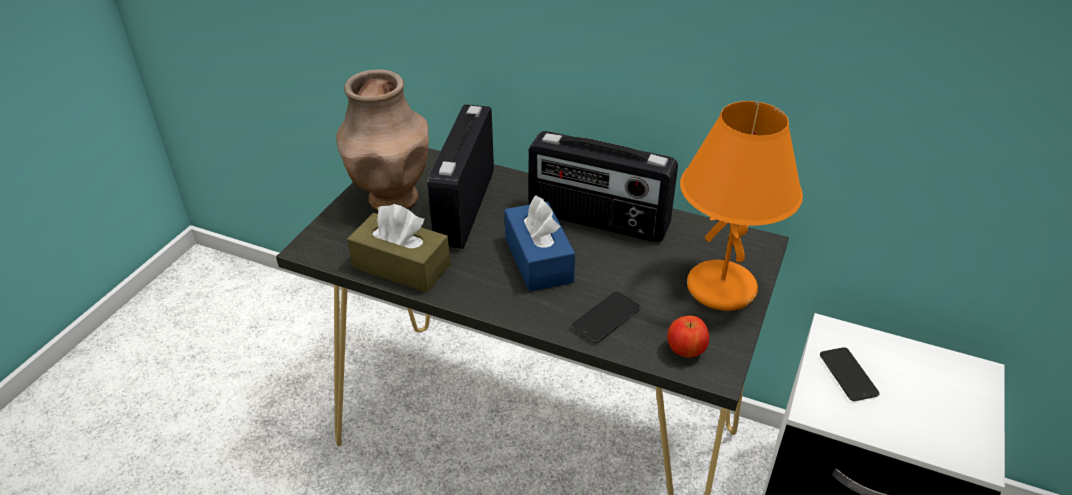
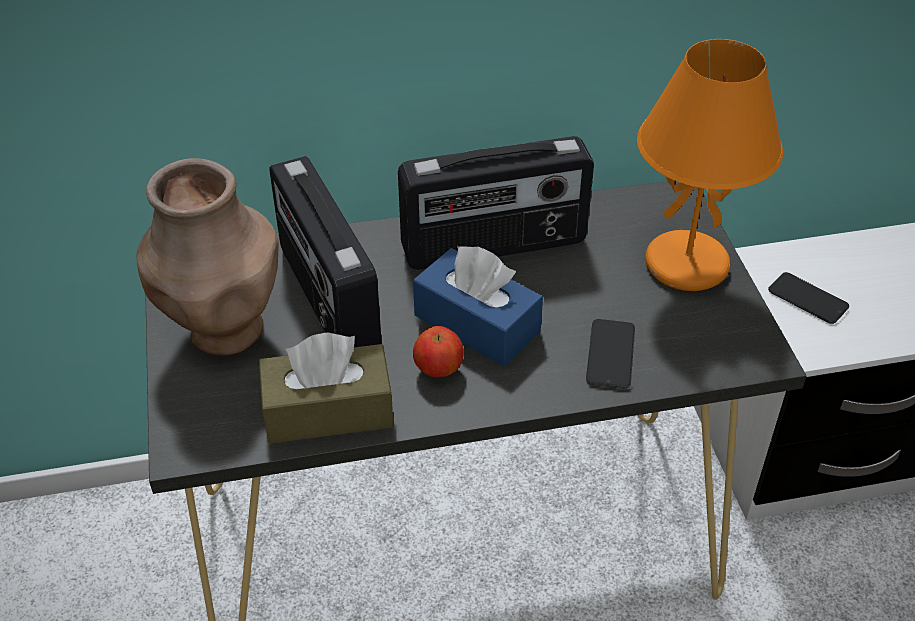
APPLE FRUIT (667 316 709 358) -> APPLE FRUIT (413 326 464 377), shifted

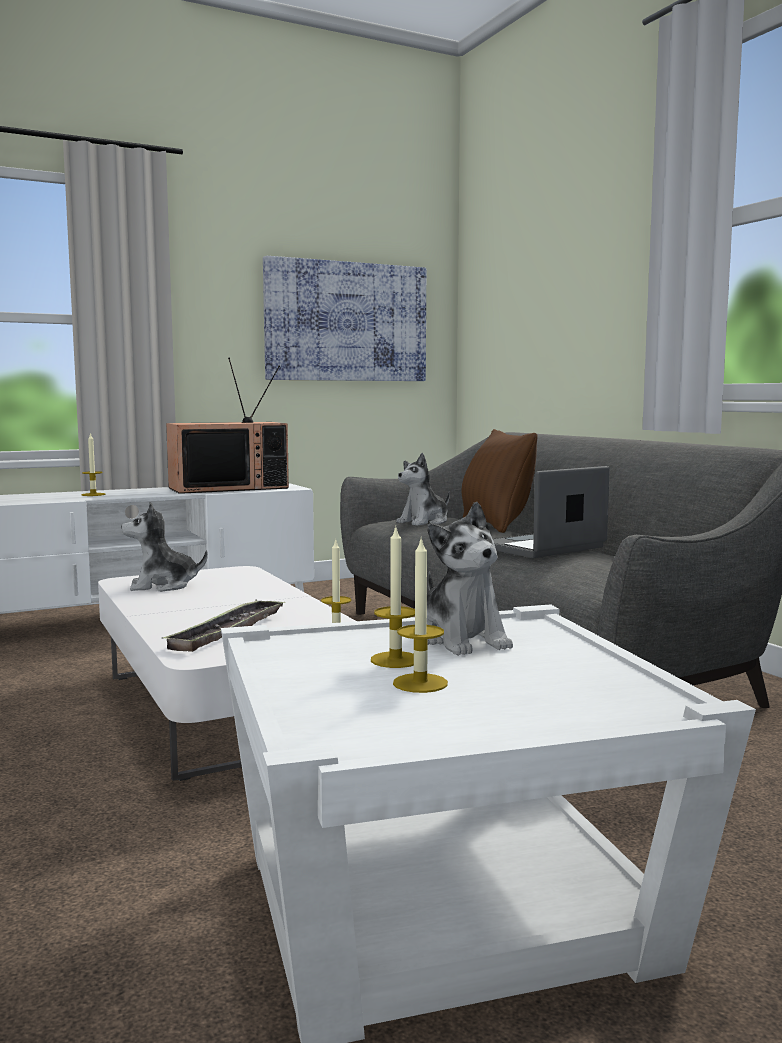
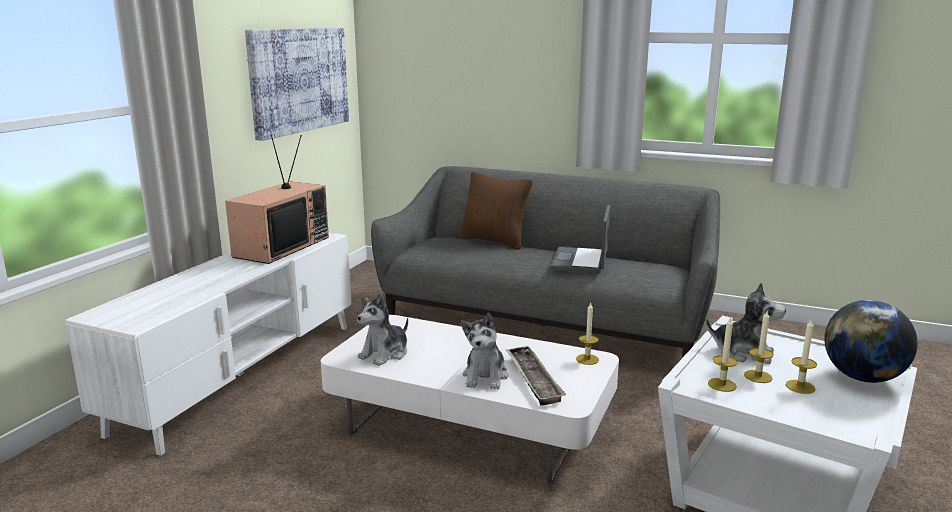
none -> GLOBE (824 300 918 383)
WAX CANDLE (82 433 105 496) -> WAX CANDLE (708 317 738 392), shifted
PLUSH TOY (396 453 450 526) -> PLUSH TOY (461 313 508 389), shifted

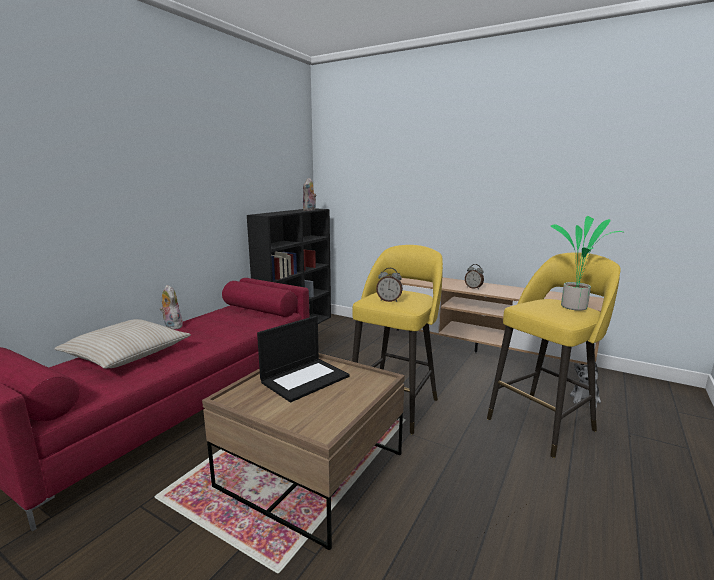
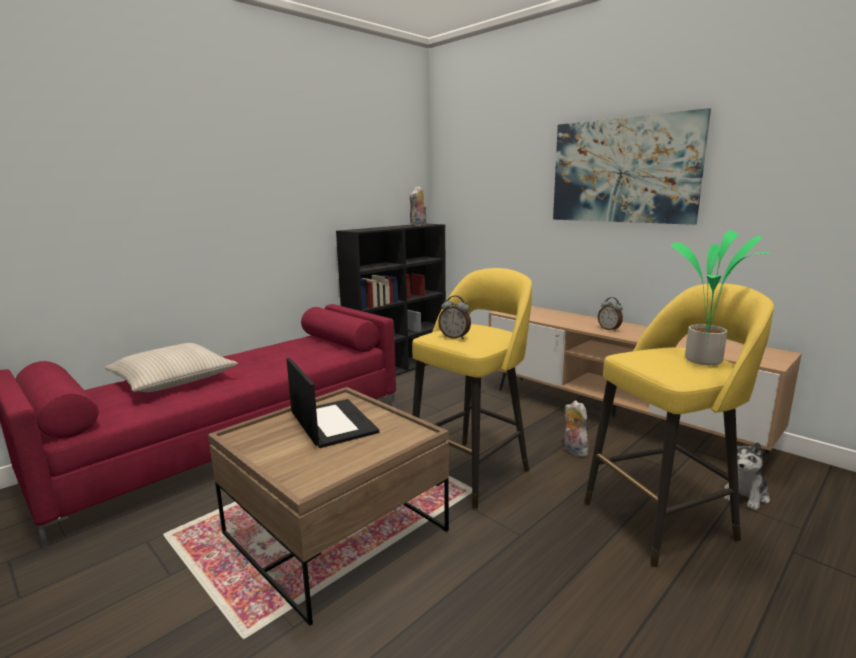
none -> WALL PICTURE (553 108 711 225)
PLUSH TOY (159 285 183 329) -> PLUSH TOY (564 400 589 457), shifted
PORTABLE COMPUTER (257 316 350 402) -> PORTABLE COMPUTER (286 357 379 448), 90 degrees counterclockwise

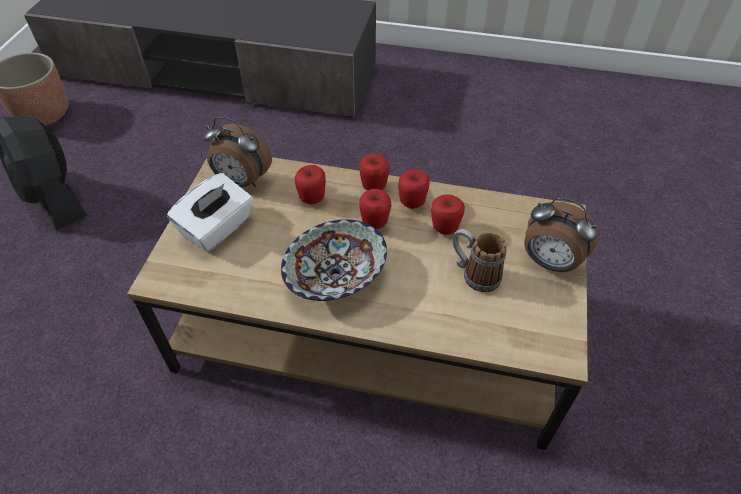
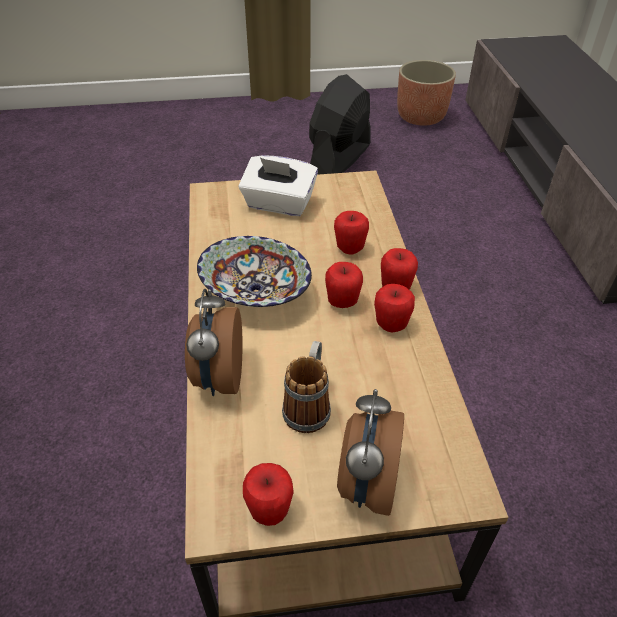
ALARM CLOCK (203 117 272 187) -> ALARM CLOCK (185 289 243 396), shifted
APPLE FRUIT (431 194 465 235) -> APPLE FRUIT (243 463 294 526), shifted

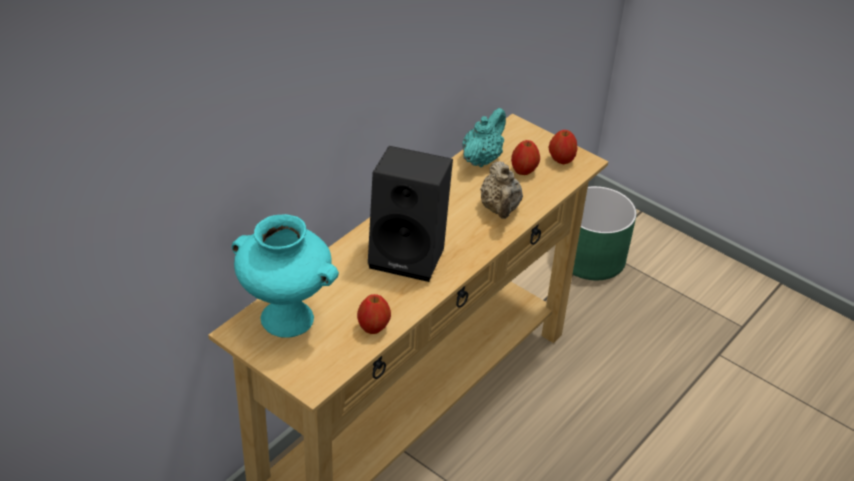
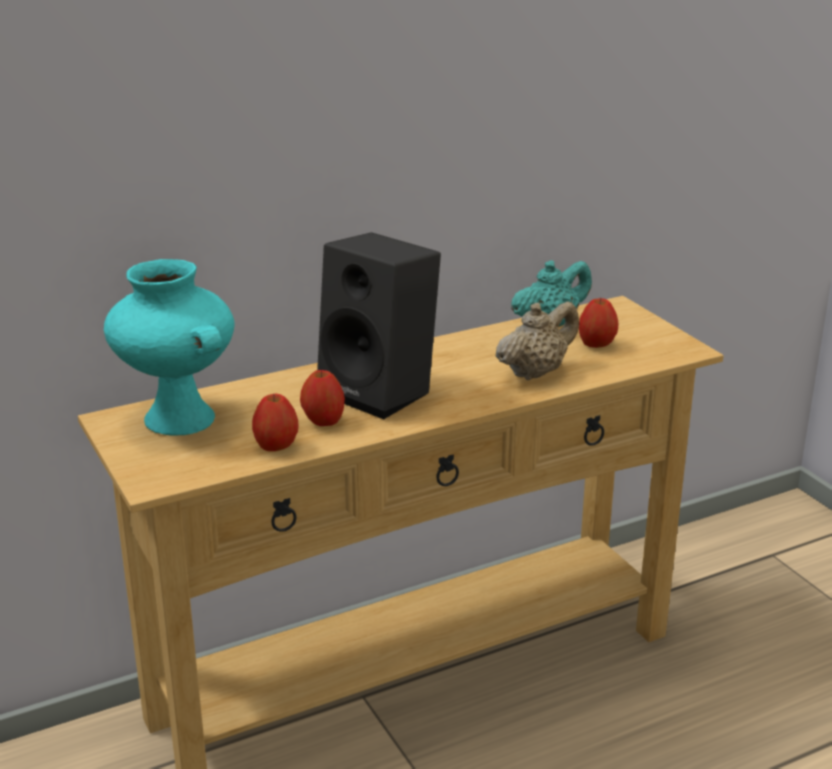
GREEN-COLOURED FLOWER POT (573 186 637 280) -> none
APPLE FRUIT (549 130 577 164) -> APPLE FRUIT (300 370 345 426), shifted
BEIGE-COLOURED TEAPOT (480 161 523 219) -> BEIGE-COLOURED TEAPOT (496 301 579 380), 150 degrees counterclockwise

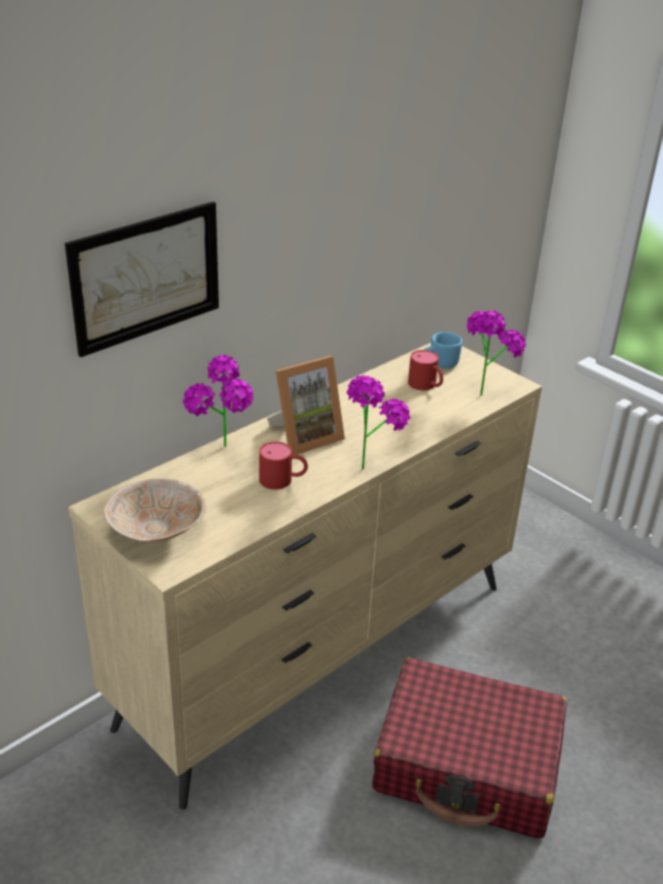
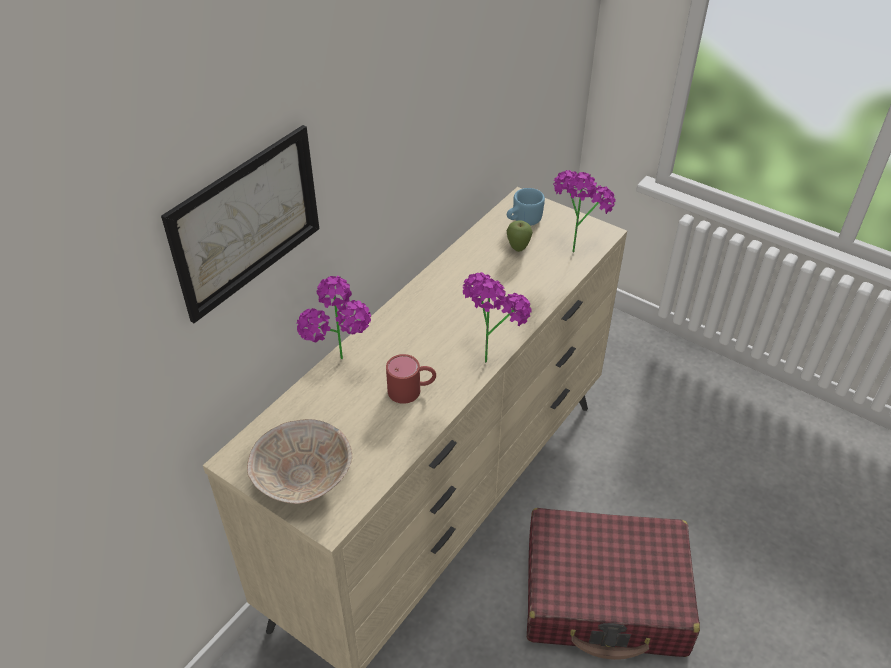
PICTURE FRAME (267 356 345 455) -> none
RED COFFEE MUG (408 350 443 390) -> APPLE FRUIT (507 221 533 252)

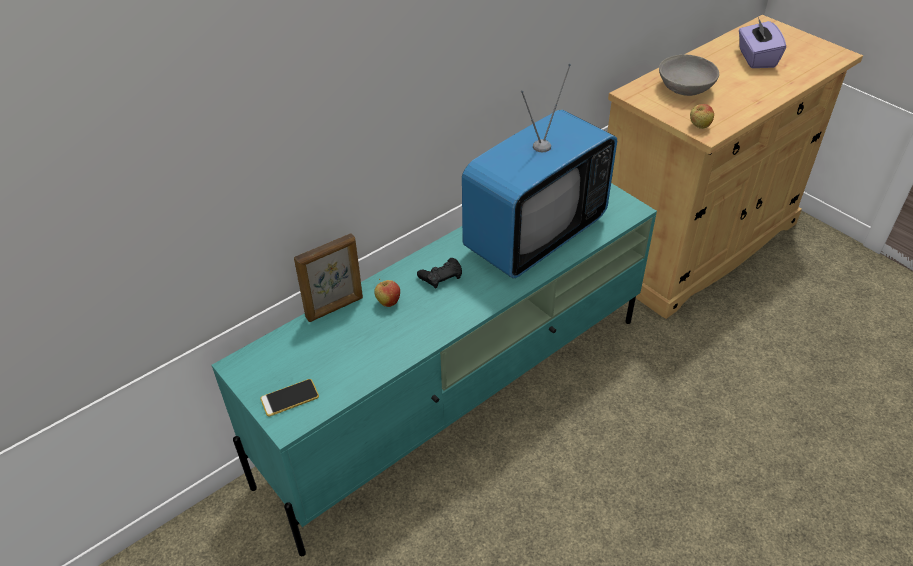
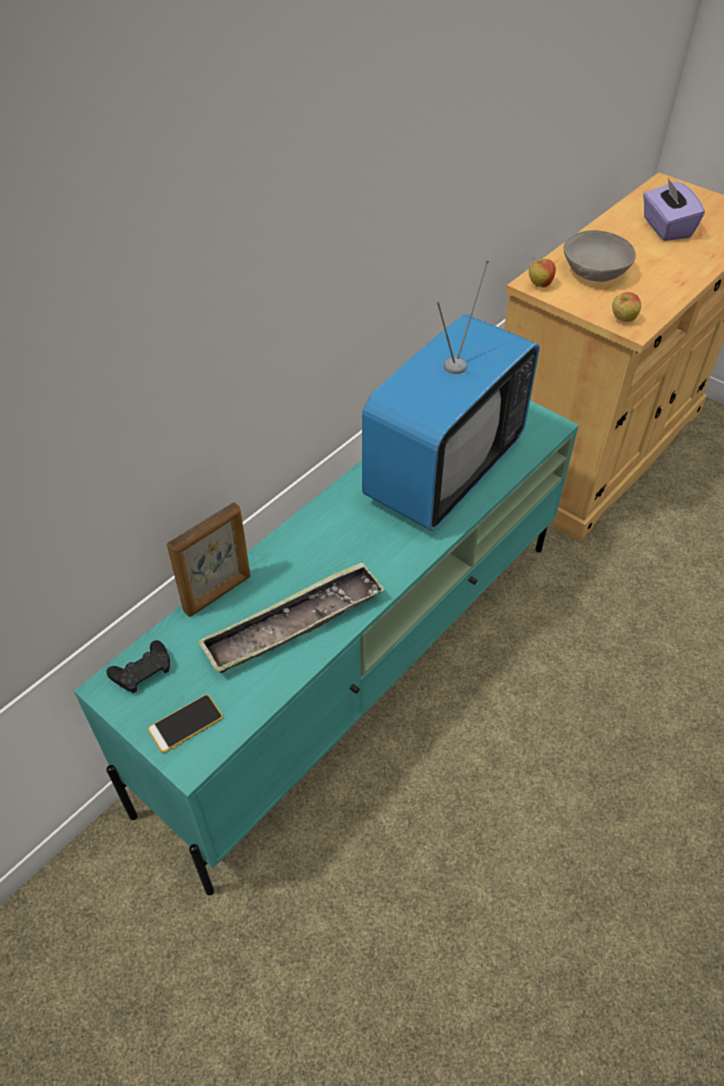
none -> CARRYING TRAY (198 562 385 673)
APPLE FRUIT (374 279 400 307) -> APPLE FRUIT (529 258 556 288), shifted
BLACK GAMEPAD (417 258 462 289) -> BLACK GAMEPAD (106 640 170 693), shifted

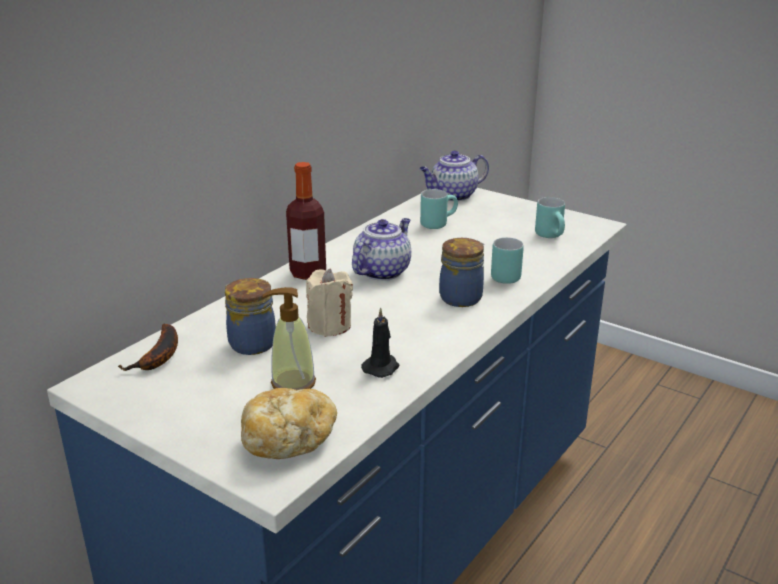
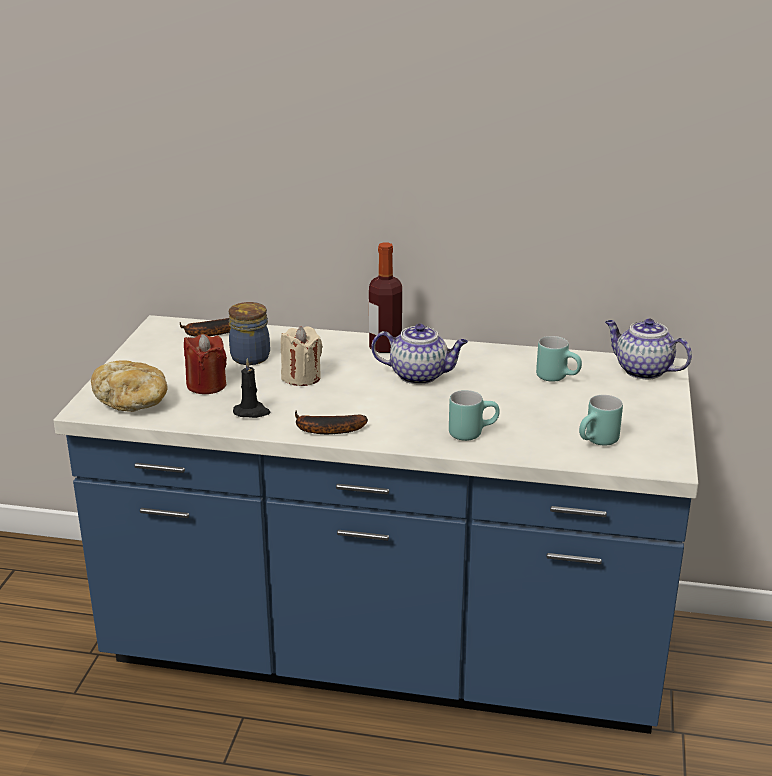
PRESERVE JAR (439 238 484 307) -> none
none -> WHOLE BANANA (295 411 368 434)
LIQUID SOAP BOTTLE (263 287 316 390) -> RED WAX CANDLE (184 334 227 394)

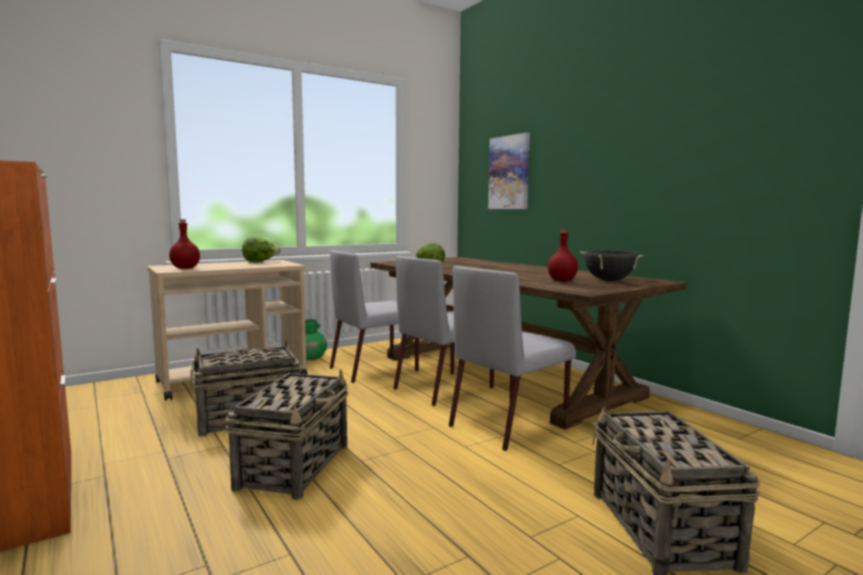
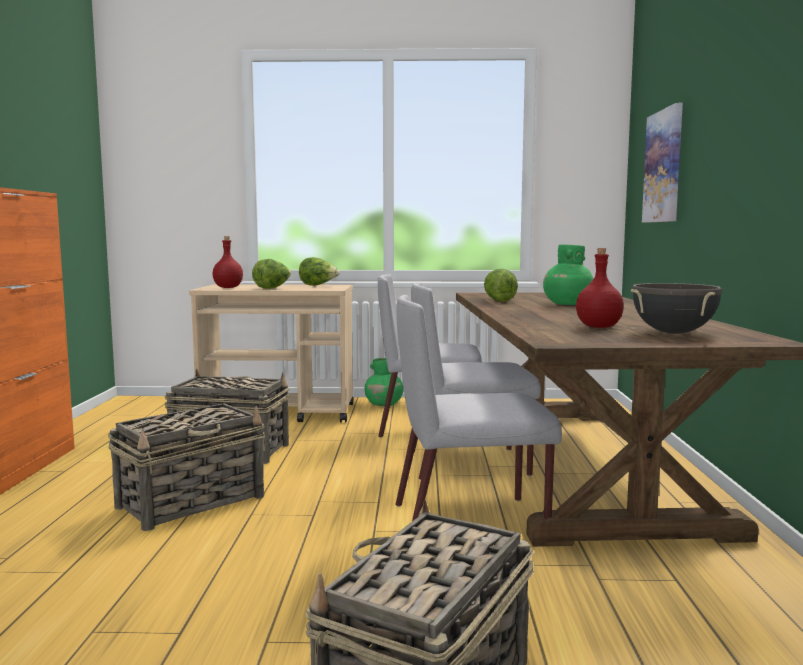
none -> HEAD OF LETTUCE (252 259 291 289)
none -> GREEN-COLOURED VASE (543 244 593 305)

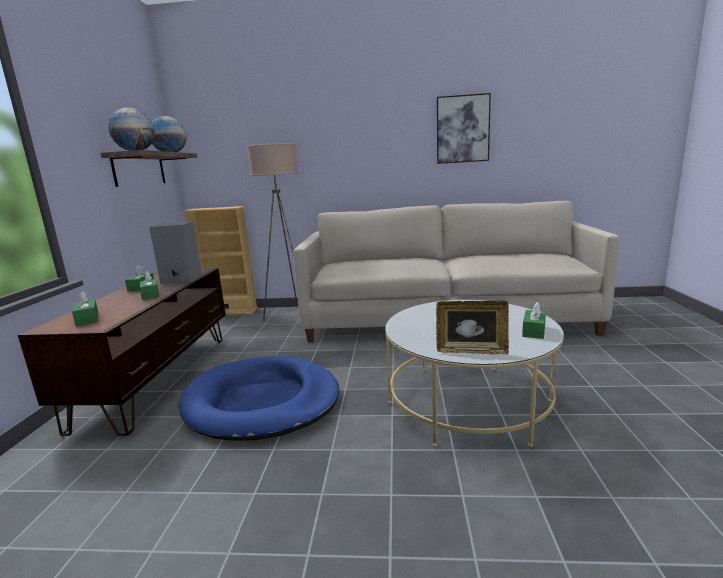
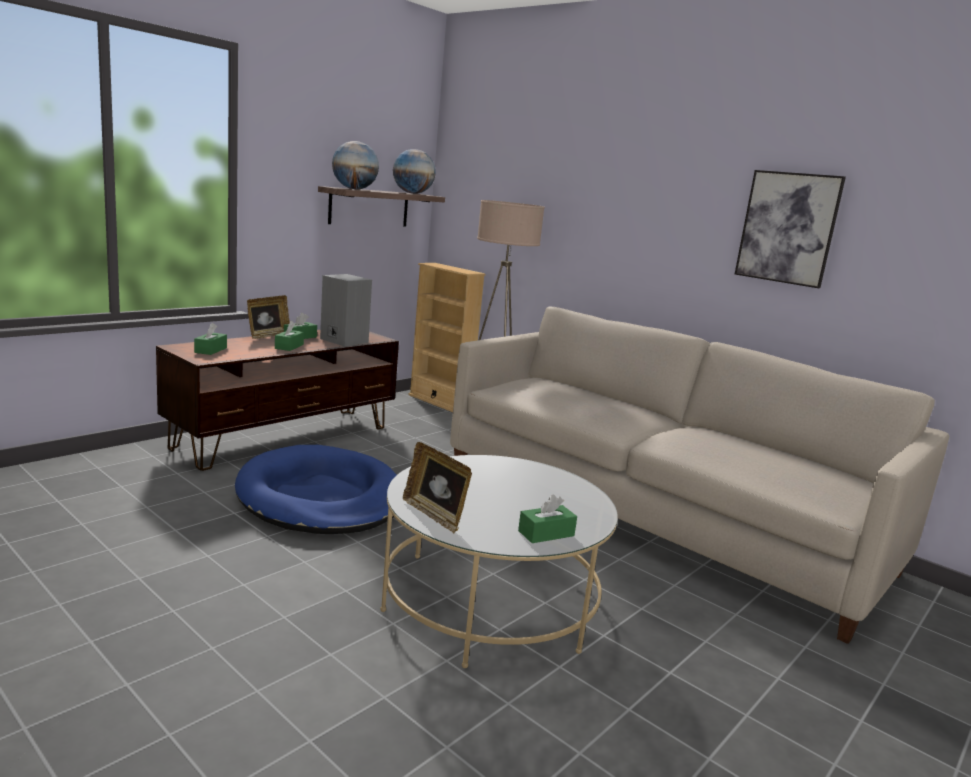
none -> PICTURE FRAME (247 295 290 339)

